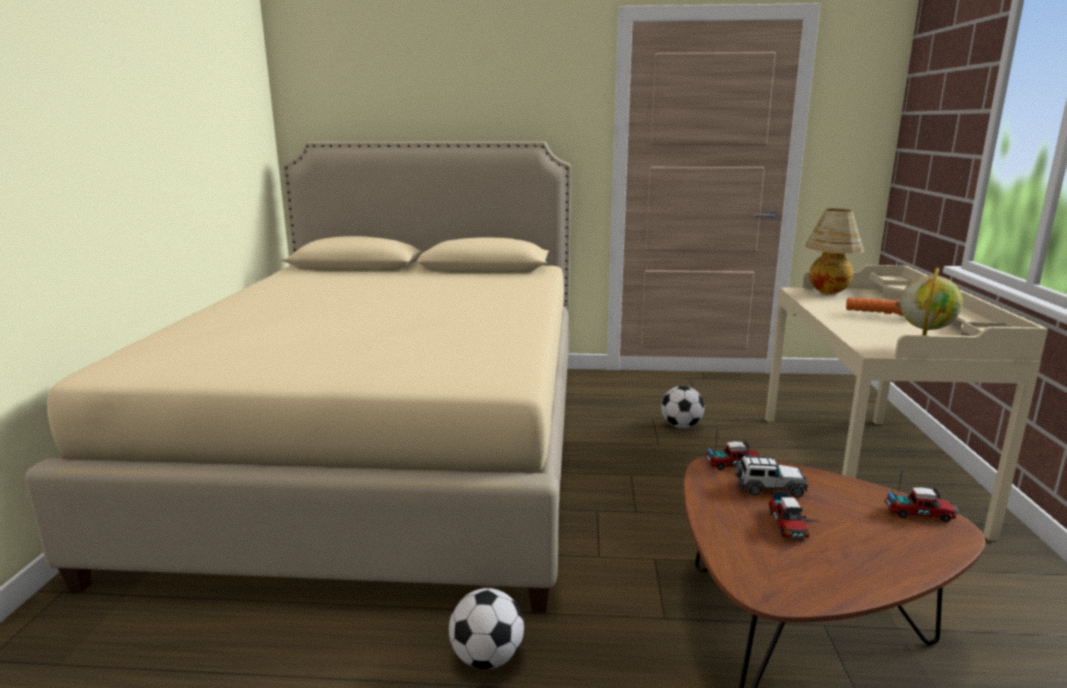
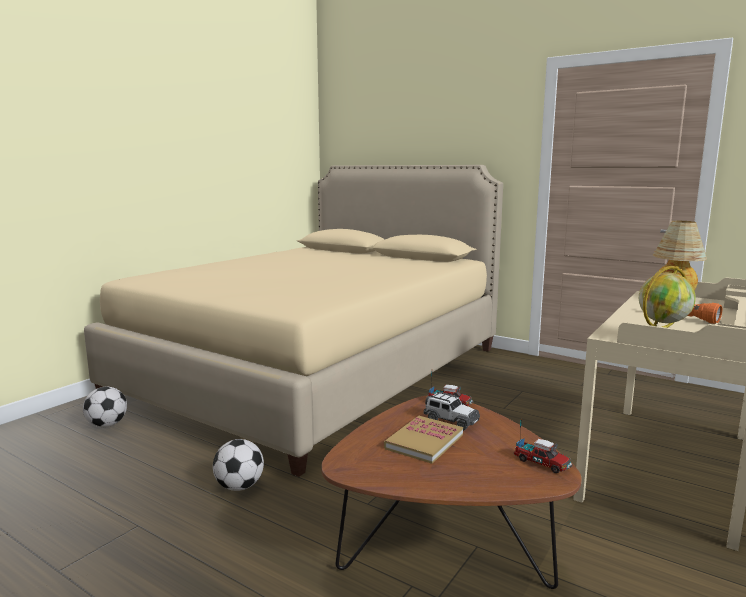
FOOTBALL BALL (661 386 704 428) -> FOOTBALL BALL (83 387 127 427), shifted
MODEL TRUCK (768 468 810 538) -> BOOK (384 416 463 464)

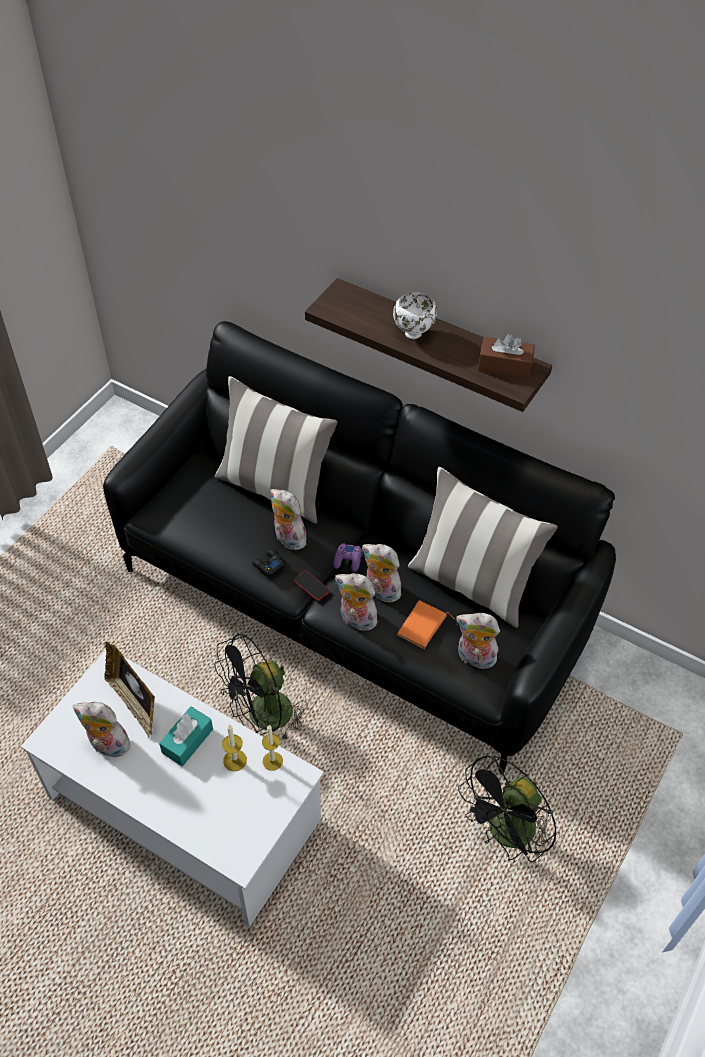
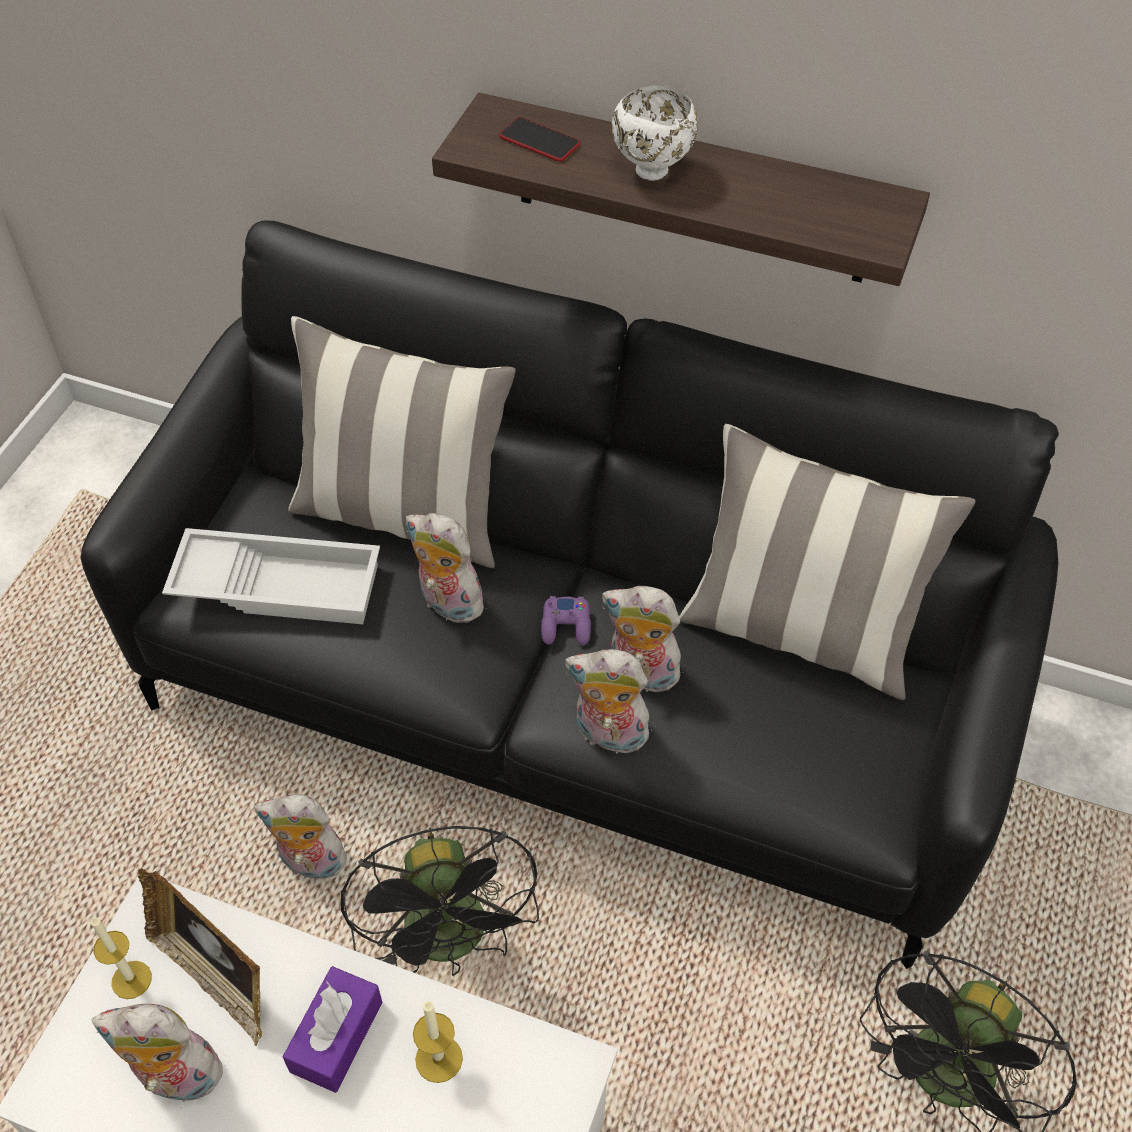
BLACK GAMEPAD (252 549 286 577) -> none
ORANGE BOOK (397 600 455 649) -> none
BROWN BOX OF TISSUES (478 334 535 378) -> none
none -> WHITE-COLOURED CARRYING TRAY (162 528 380 624)
WAX CANDLE (262 725 283 771) -> WAX CANDLE (91 918 152 999), shifted
HANDSET (294 570 330 601) -> HANDSET (499 117 580 162), shifted
PLUSH TOY (456 613 501 669) -> PLUSH TOY (254 794 351 879), shifted
TURQUOISE BOX OF TISSUES (159 706 213 766) -> PURPLE BOX OF TISSUES (283 966 382 1093)
BLACK ELECTRIC FAN (214 633 308 742) -> BLACK ELECTRIC FAN (341 826 539 976), 60 degrees counterclockwise

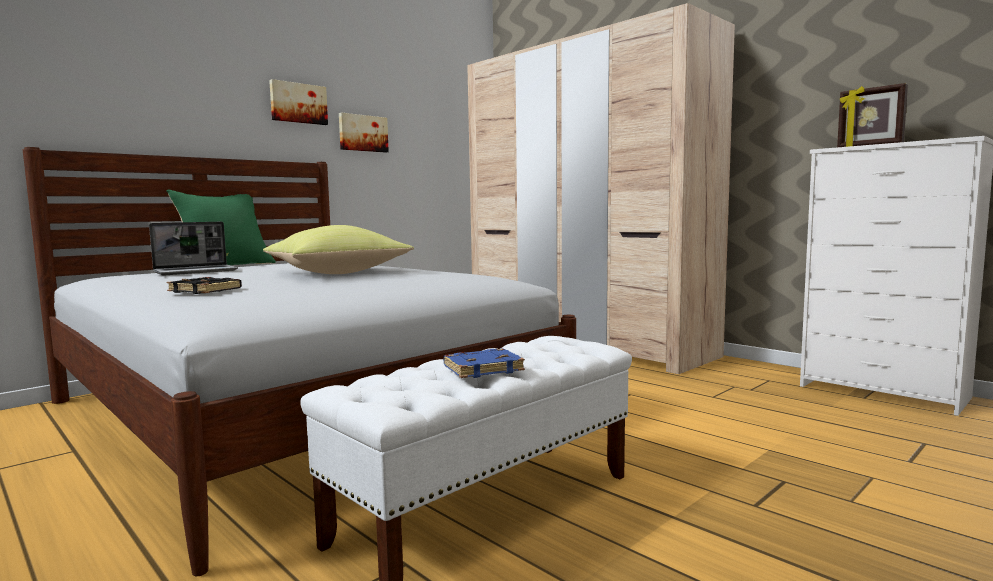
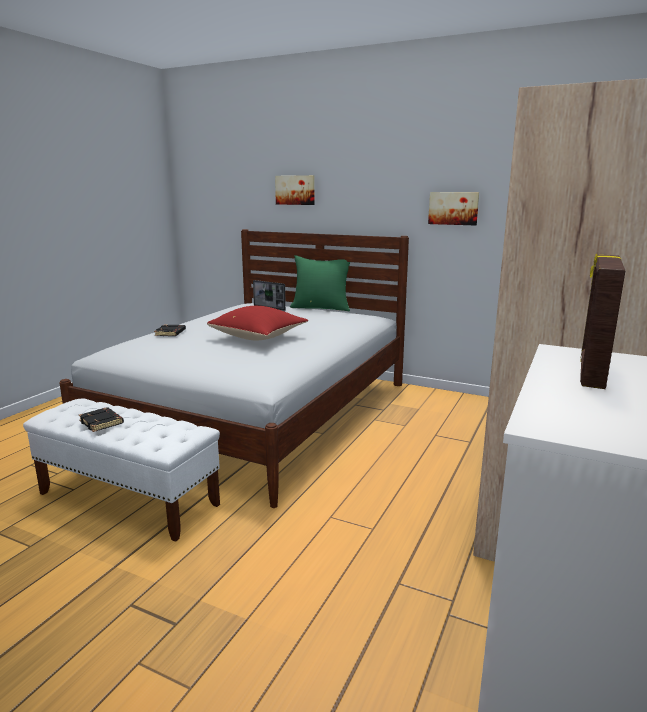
WALL PICTURE (269 79 328 125) -> WALL PICTURE (275 175 315 205), shifted
YELLOWISH THROW PILLOW (263 225 414 274) -> RED THROW PILLOW (207 306 308 340)
BLUE BOOK (444 348 525 378) -> BLACK BOOK (79 407 124 432)

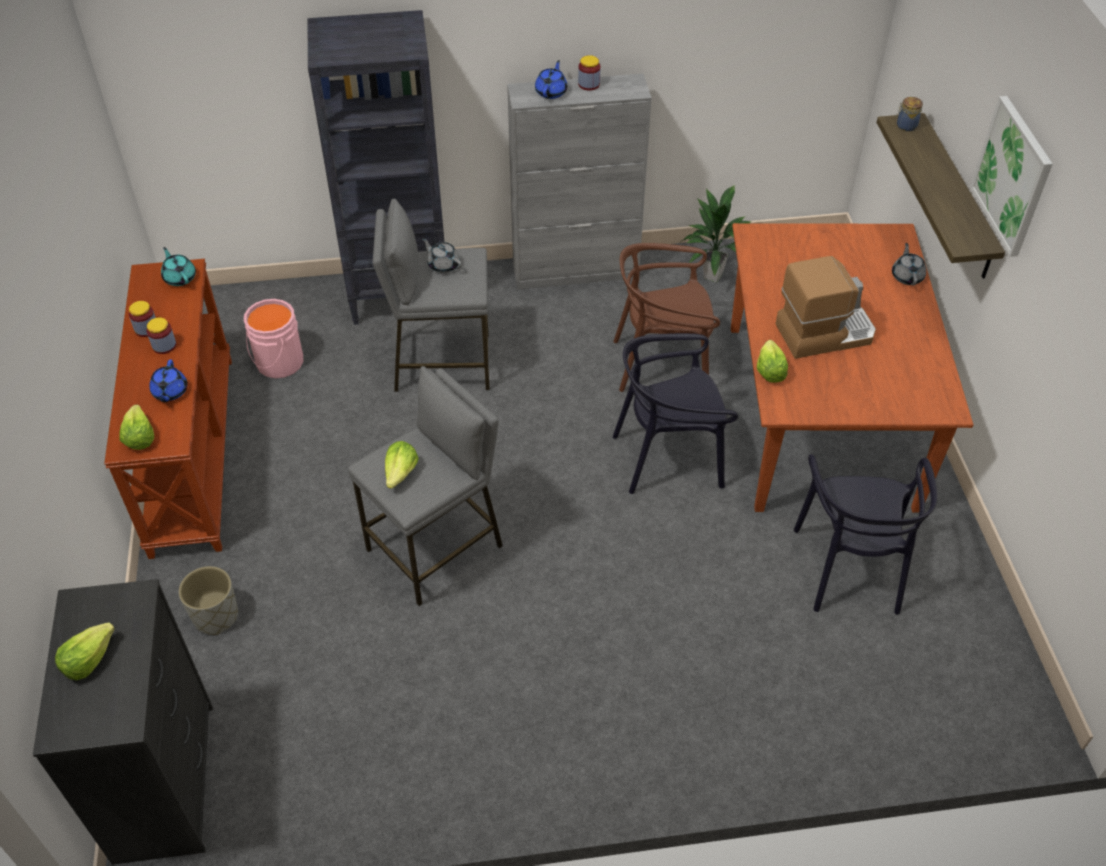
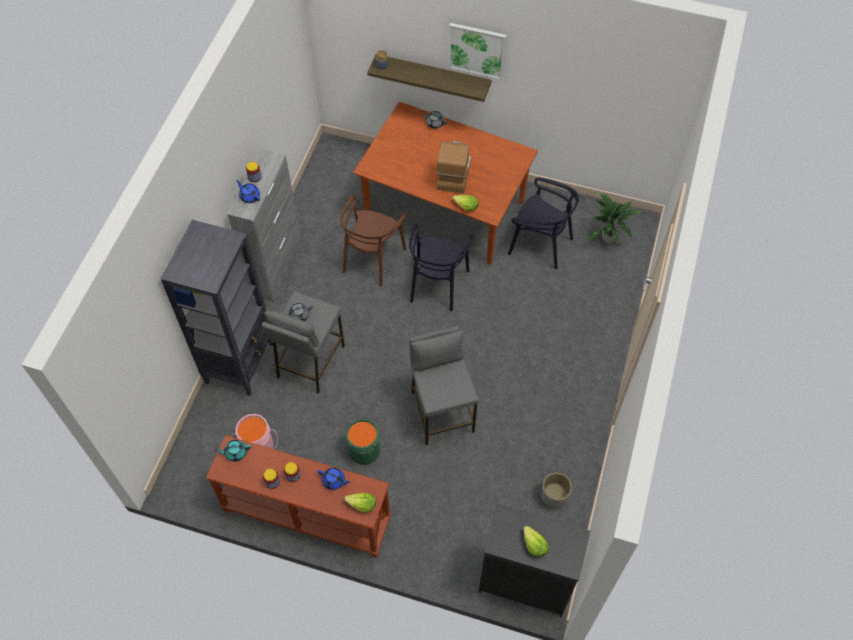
HEAD OF LETTUCE (385 441 419 489) -> none
none -> GREEN-COLOURED BUCKET (346 418 387 465)
GRAY FLOWER POT (179 566 238 635) -> GRAY FLOWER POT (541 473 572 509), shifted
POTTED PLANT (680 185 752 283) -> POTTED PLANT (588 193 641 245), shifted

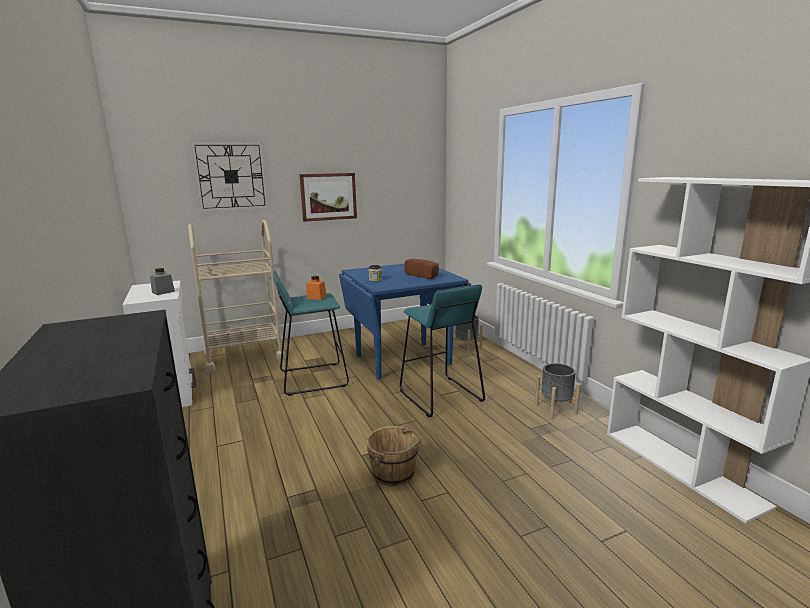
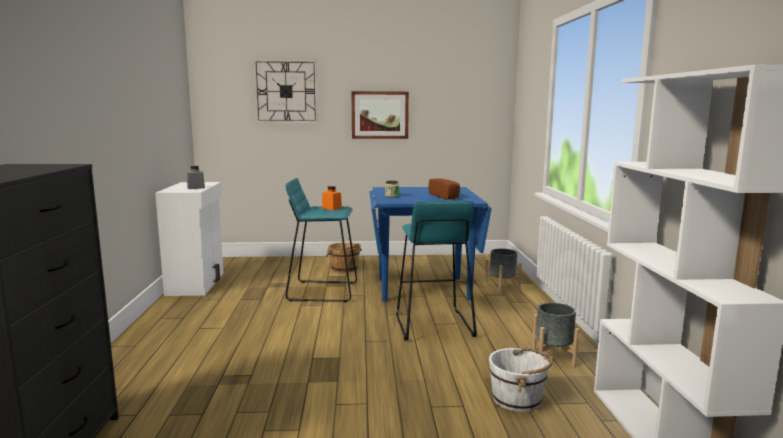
BEIGE-COLOURED CART (188 220 286 373) -> none
none -> WHITE-COLOURED BUCKET (489 346 553 412)
BROWN BUCKET (366 426 421 486) -> BROWN BUCKET (326 242 362 273), shifted

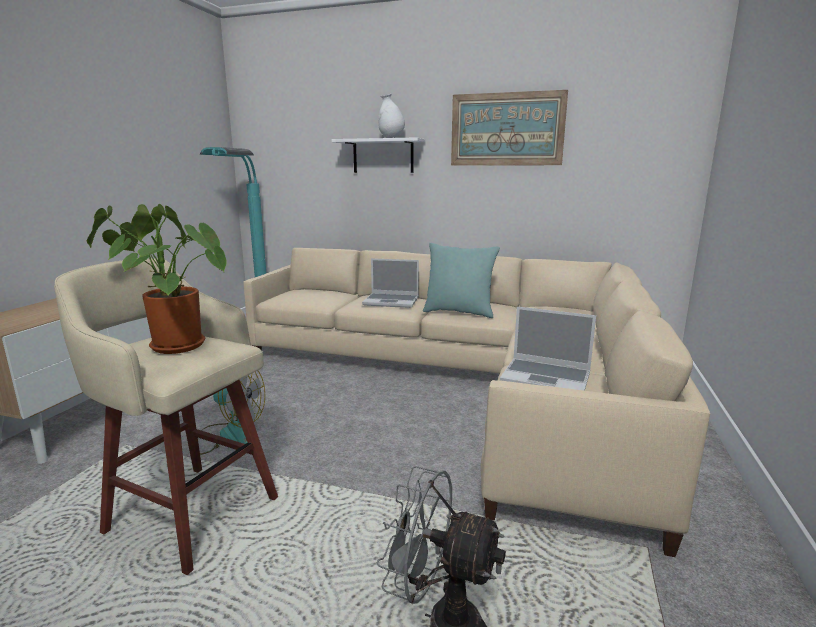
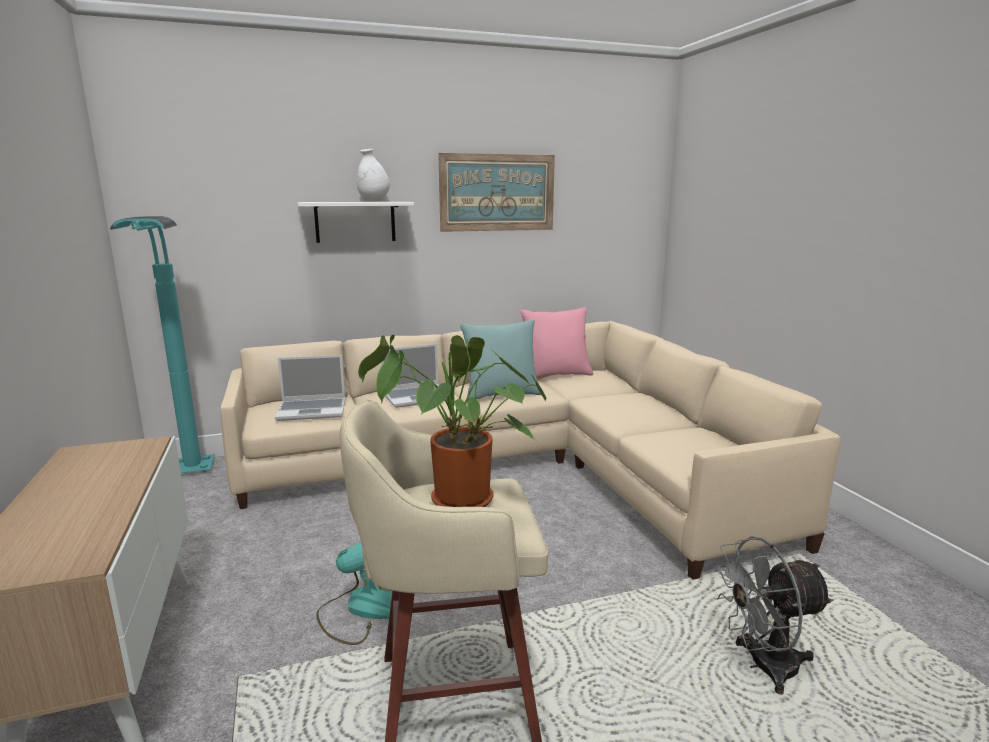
none -> PINK THROW PILLOW (520 307 593 378)
PORTABLE COMPUTER (500 307 596 391) -> PORTABLE COMPUTER (275 355 345 421), shifted

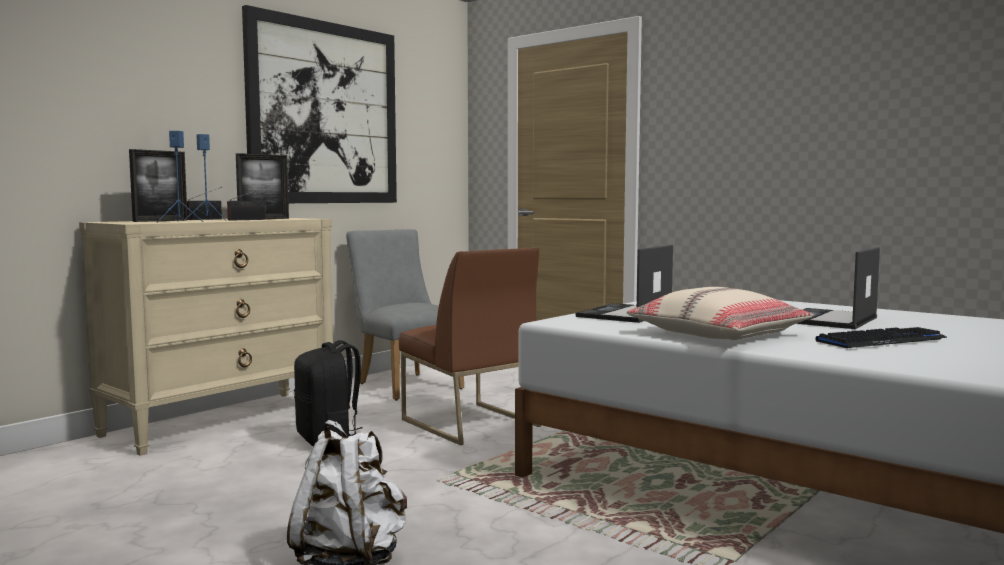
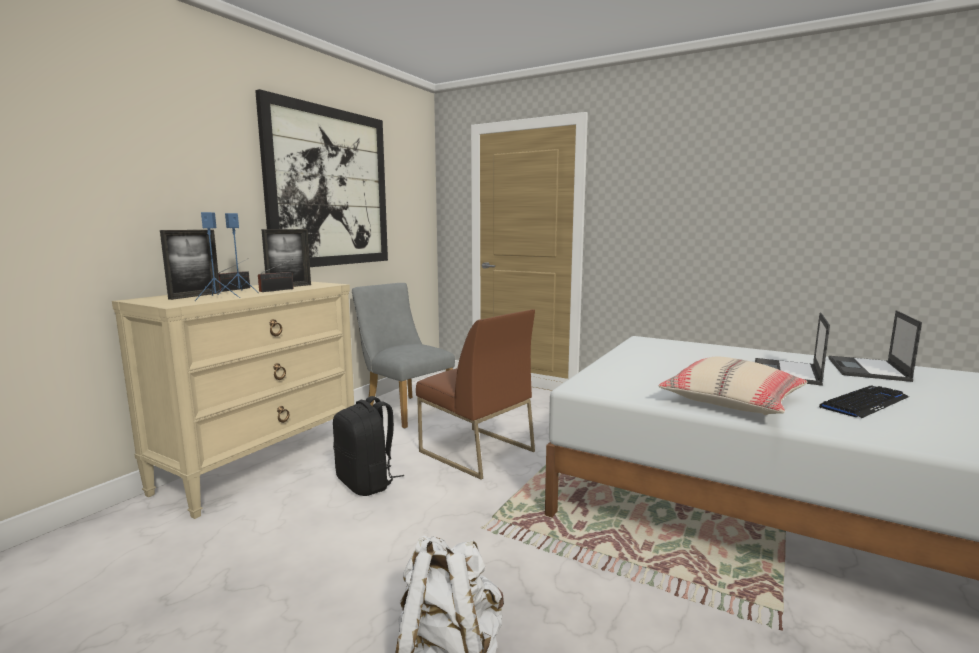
PORTABLE COMPUTER (575 245 673 323) -> PORTABLE COMPUTER (828 310 922 382), shifted

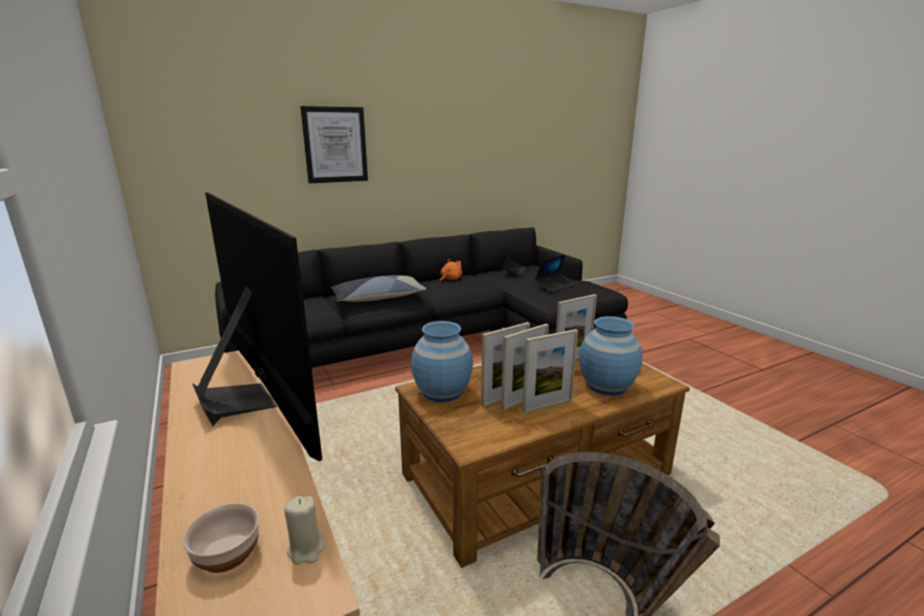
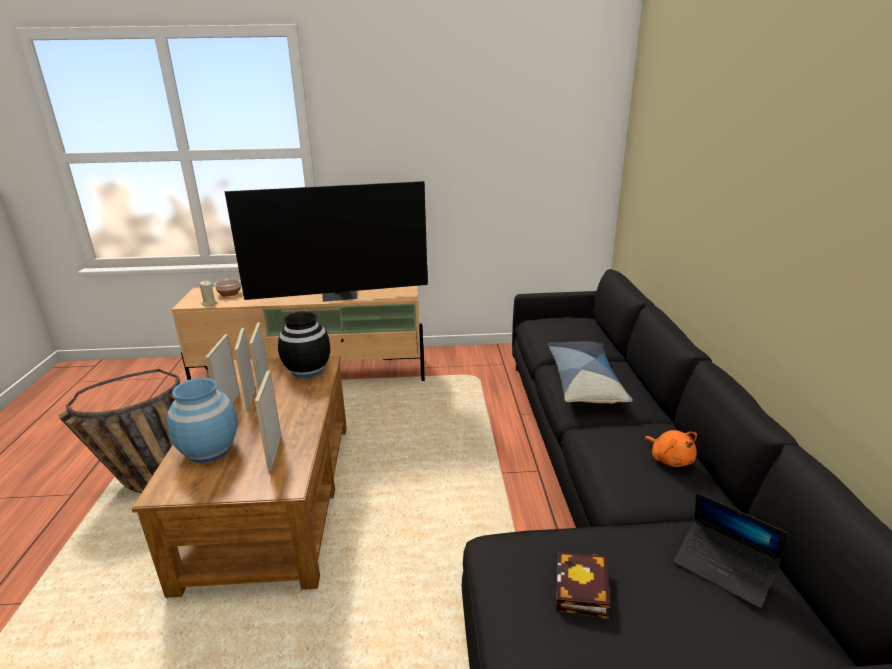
WALL PICTURE (300 106 368 183) -> none
PORTABLE COMPUTER (535 255 574 293) -> BOOK (556 552 610 619)
BLUE VASE (411 321 473 402) -> BLACK VASE (278 311 330 378)

